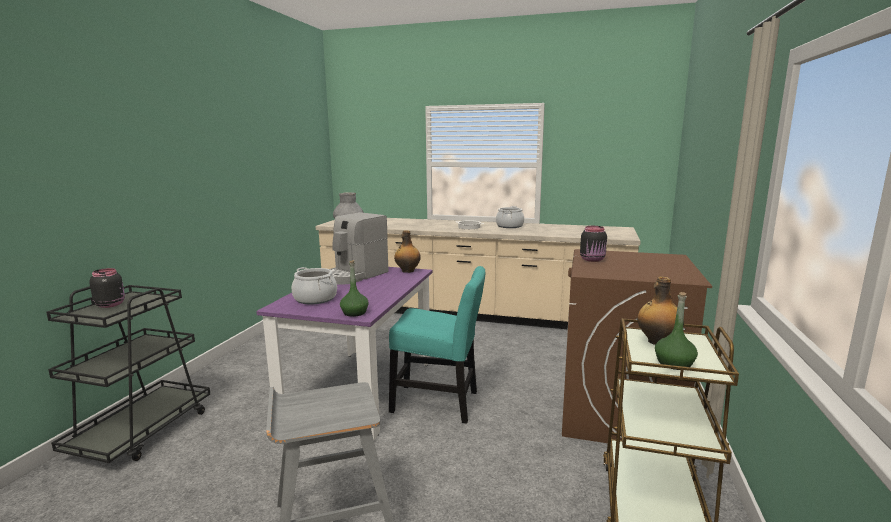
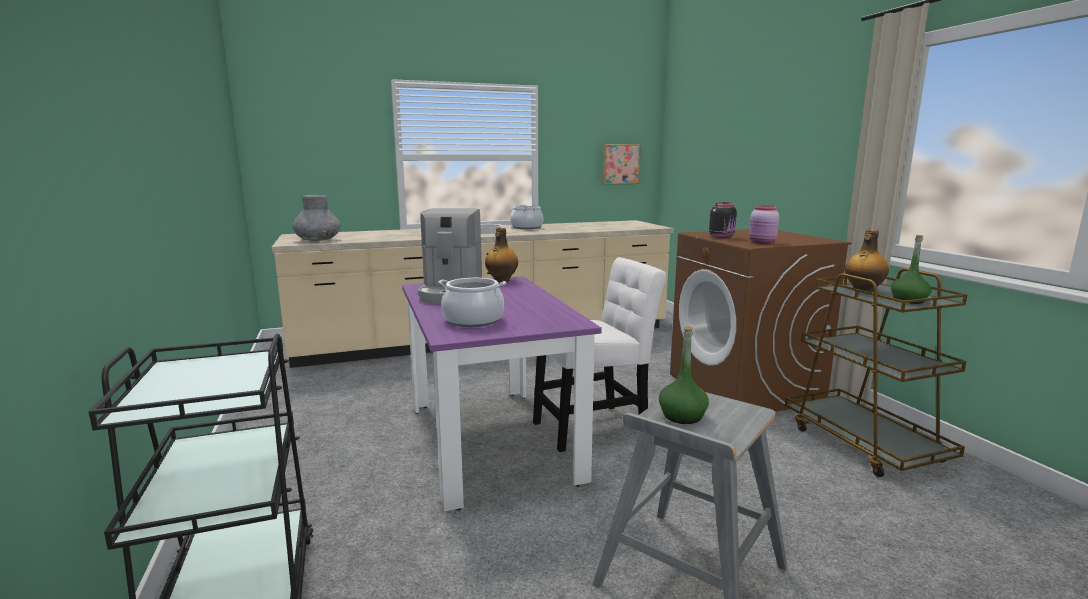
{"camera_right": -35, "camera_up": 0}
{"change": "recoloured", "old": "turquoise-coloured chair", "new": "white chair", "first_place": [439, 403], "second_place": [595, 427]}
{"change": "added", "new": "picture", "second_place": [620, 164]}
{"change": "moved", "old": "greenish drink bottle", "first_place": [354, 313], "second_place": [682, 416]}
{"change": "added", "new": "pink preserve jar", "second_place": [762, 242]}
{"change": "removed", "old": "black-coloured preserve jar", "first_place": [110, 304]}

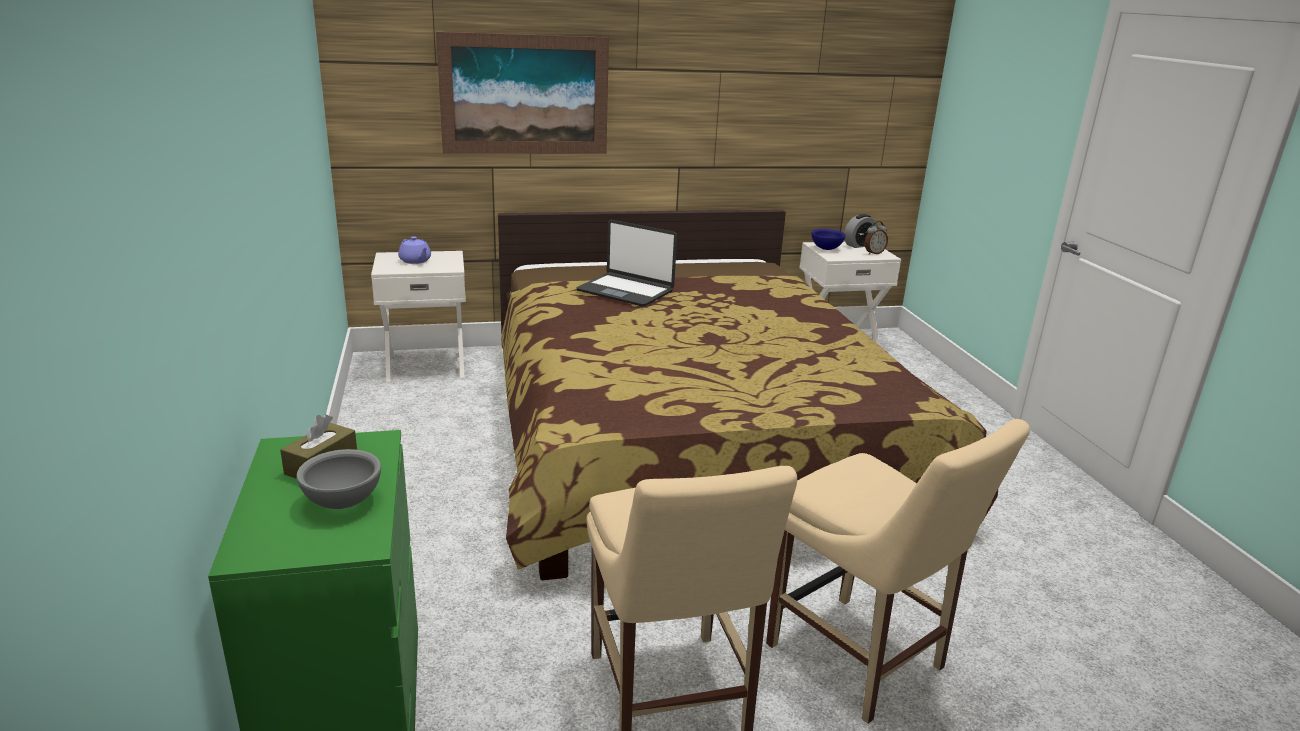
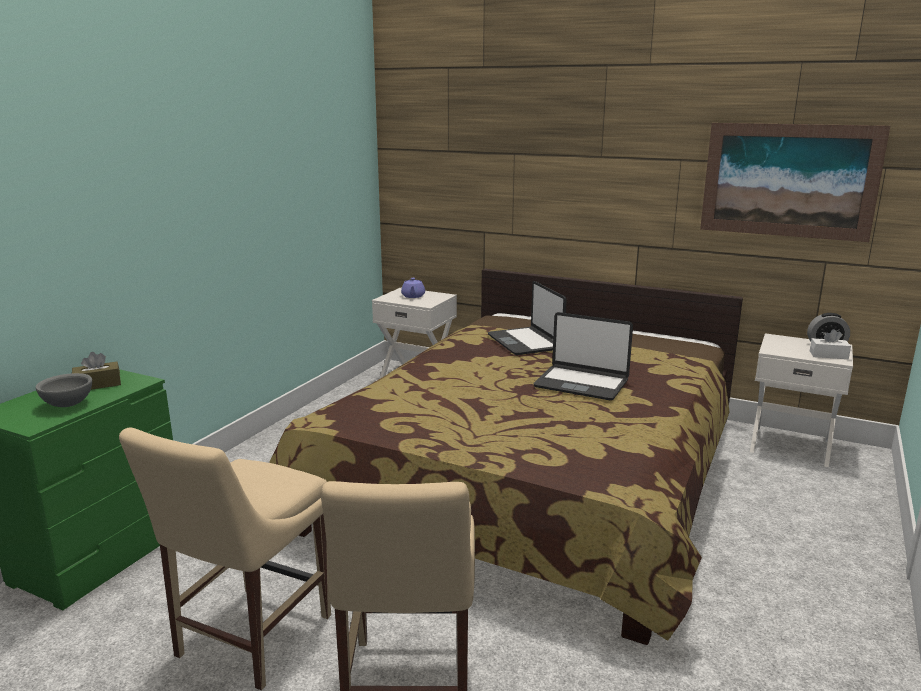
{"camera_right": 40, "camera_up": -5}
{"change": "added", "new": "notebook computer", "second_place": [581, 383]}
{"change": "moved", "old": "picture", "first_place": [525, 95], "second_place": [788, 180]}
{"change": "replaced", "old": "alarm clock", "new": "white tissue holder", "first_place": [873, 253], "second_place": [828, 355]}
{"change": "removed", "old": "blue-coloured serving bowl", "first_place": [827, 248]}

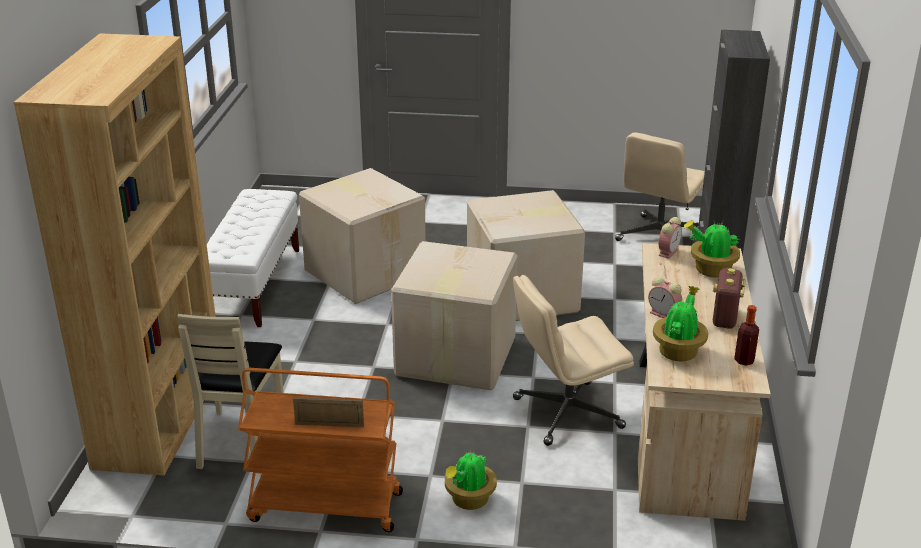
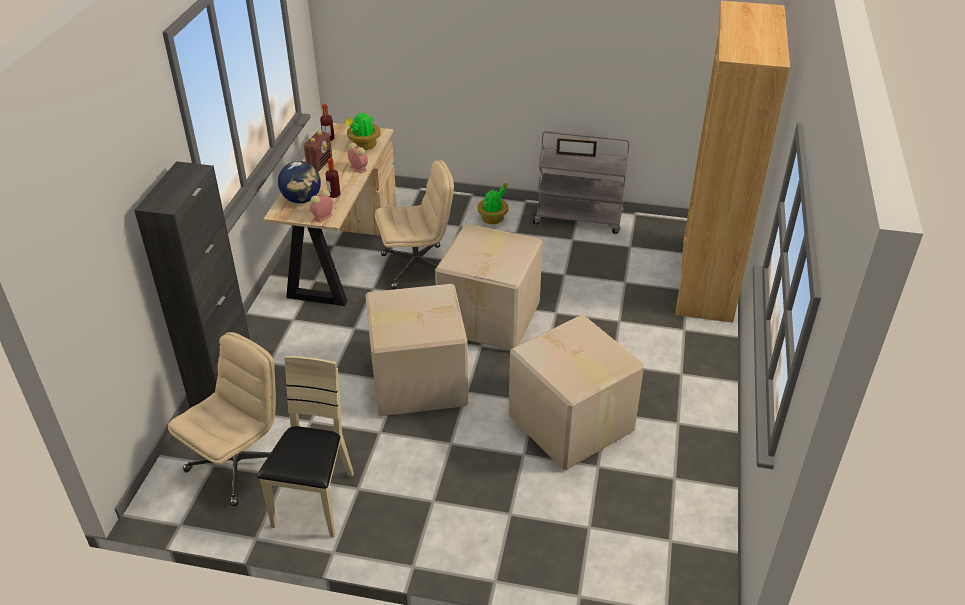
{"camera_right": -175, "camera_up": 10}
{"change": "moved", "old": "sand-coloured chair", "first_place": [240, 441], "second_place": [315, 501]}
{"change": "replaced", "old": "houseplant", "new": "desk globe", "first_place": [710, 270], "second_place": [302, 199]}
{"change": "added", "new": "drink bottle", "second_place": [334, 195]}
{"change": "recoloured", "old": "orange-coloured wheeled cart", "new": "greyish wheeled cart", "first_place": [324, 507], "second_place": [579, 219]}
{"change": "removed", "old": "white long seat", "first_place": [254, 285]}

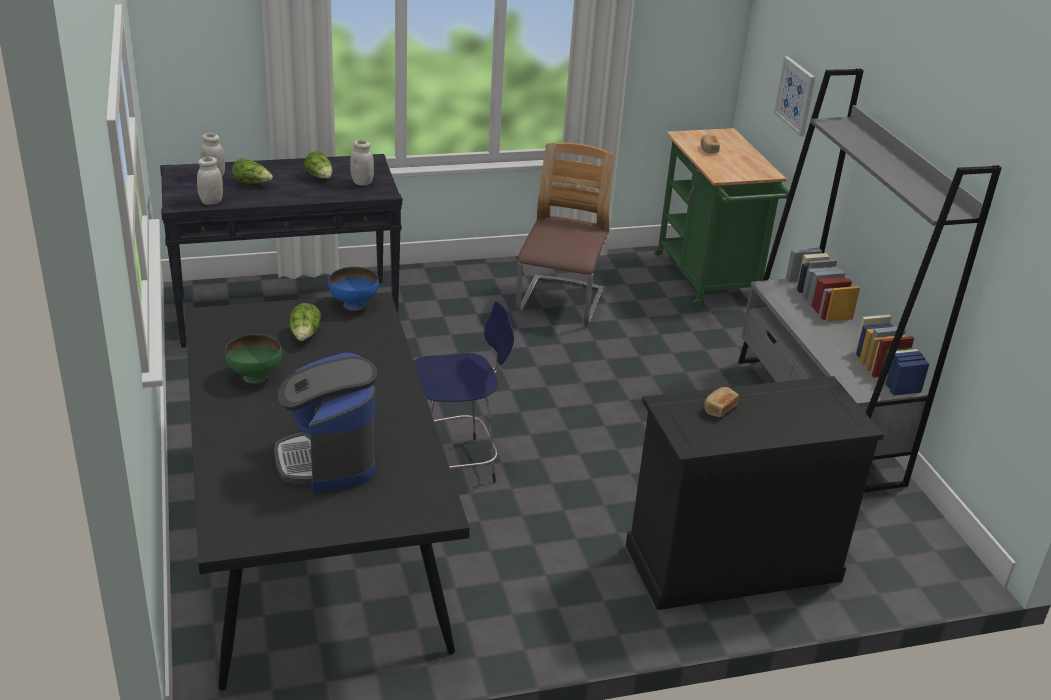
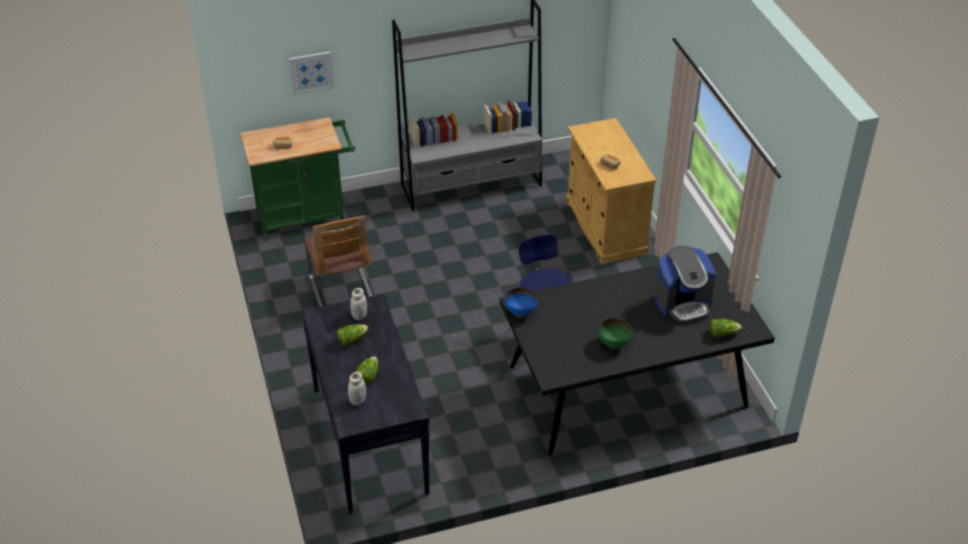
{"camera_right": -90, "camera_up": 10}
{"change": "turned", "old": "chair", "first_place": [560, 302], "second_place": [341, 290], "degrees": -120}
{"change": "recoloured", "old": "black-coloured cabinet", "new": "sand-coloured cabinet", "first_place": [732, 562], "second_place": [605, 227]}
{"change": "moved", "old": "lettuce", "first_place": [305, 335], "second_place": [722, 333]}
{"change": "removed", "old": "white preserve jar", "first_place": [211, 201]}

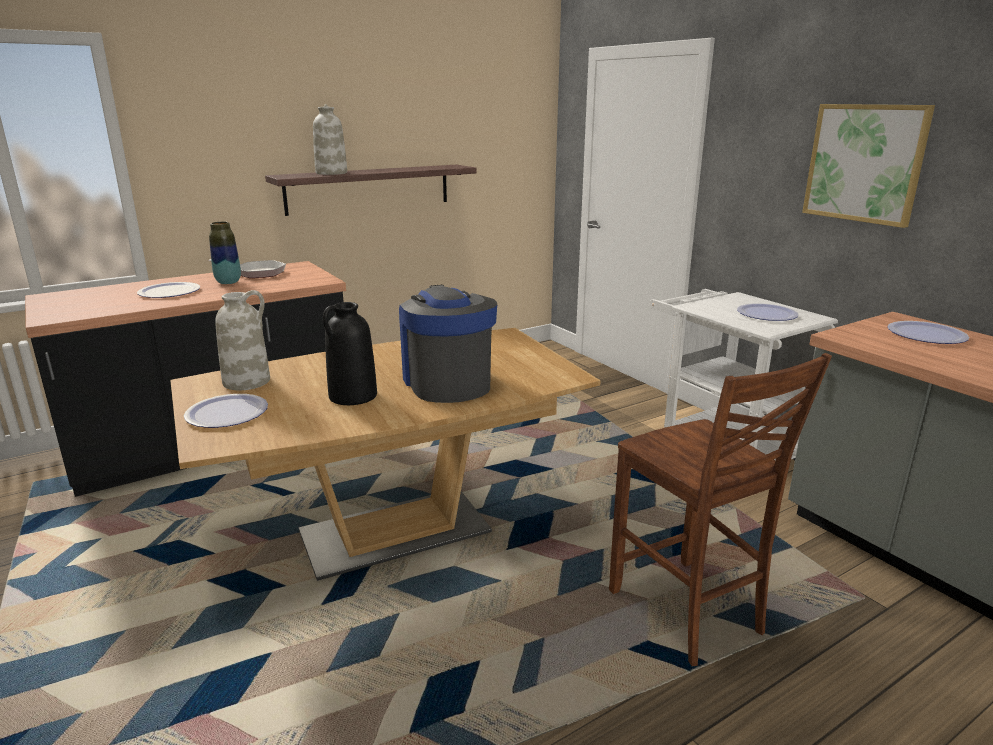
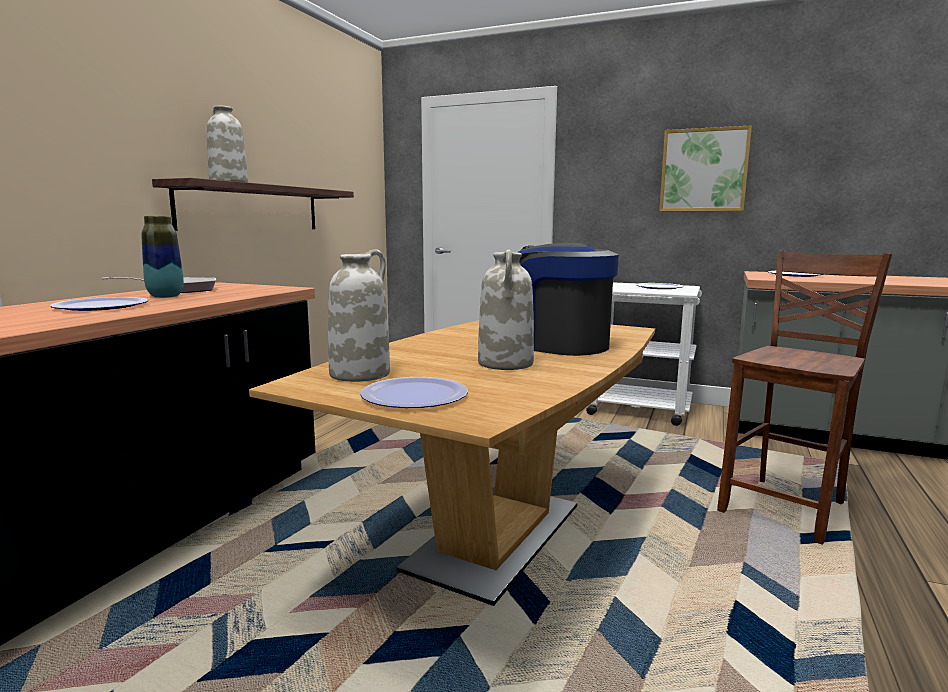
{"camera_right": -35, "camera_up": -10}
{"change": "recoloured", "old": "black-coloured flower vase", "new": "white flower vase", "first_place": [352, 396], "second_place": [506, 364]}
{"change": "turned", "old": "brown-coloured chair", "first_place": [687, 614], "second_place": [787, 508], "degrees": -75}

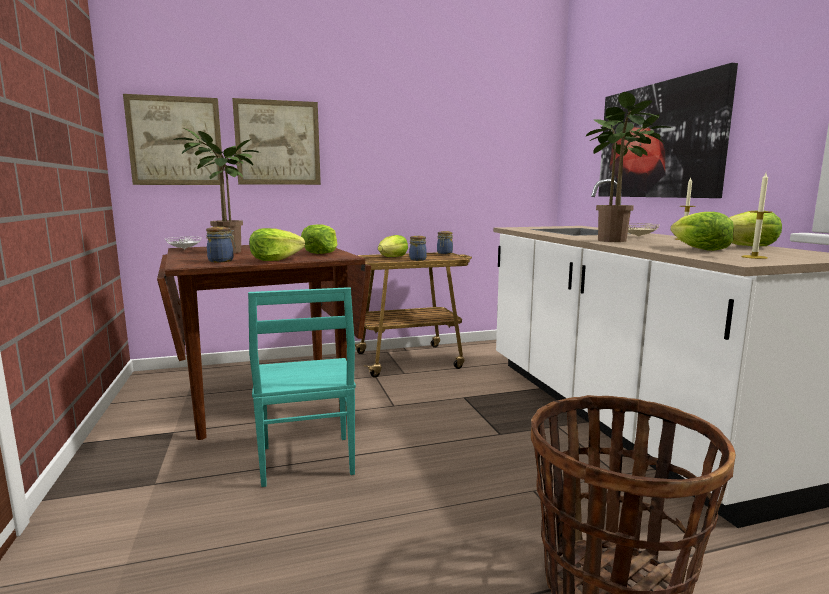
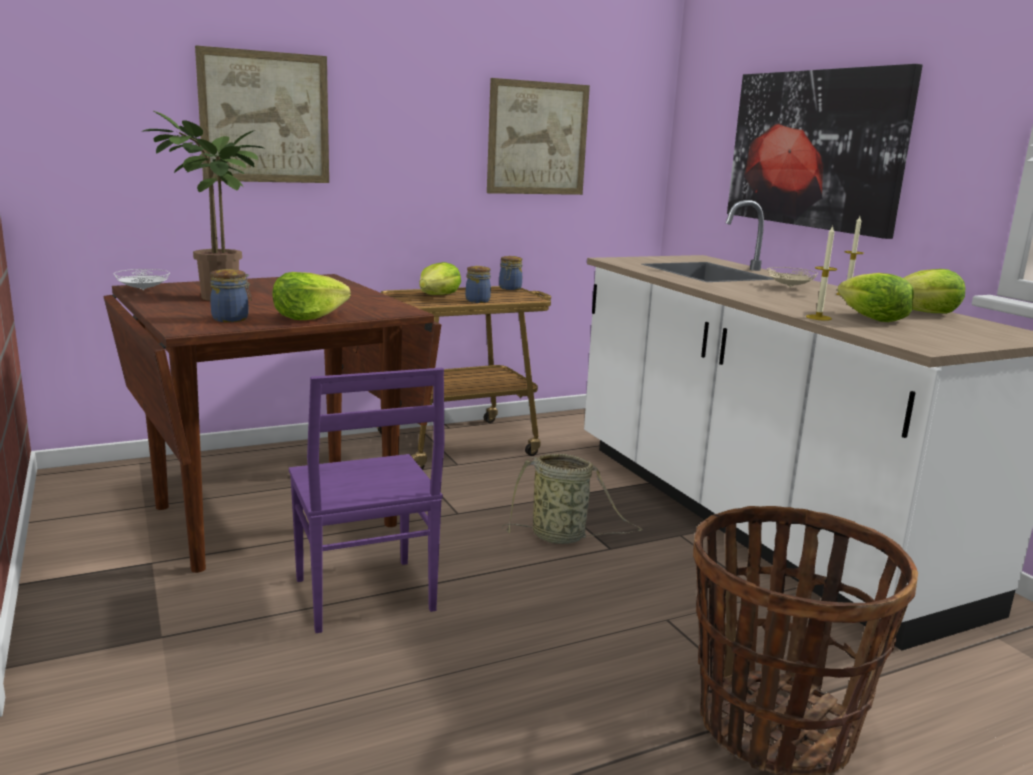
{"camera_right": -10, "camera_up": 5}
{"change": "recoloured", "old": "turquoise-coloured chair", "new": "purplish chair", "first_place": [305, 461], "second_place": [363, 596]}
{"change": "moved", "old": "picture", "first_place": [175, 141], "second_place": [537, 138]}
{"change": "added", "new": "household basket", "second_place": [562, 537]}
{"change": "moved", "old": "wax candle", "first_place": [754, 257], "second_place": [818, 317]}
{"change": "removed", "old": "lettuce", "first_place": [321, 252]}
{"change": "removed", "old": "houseplant", "first_place": [617, 241]}

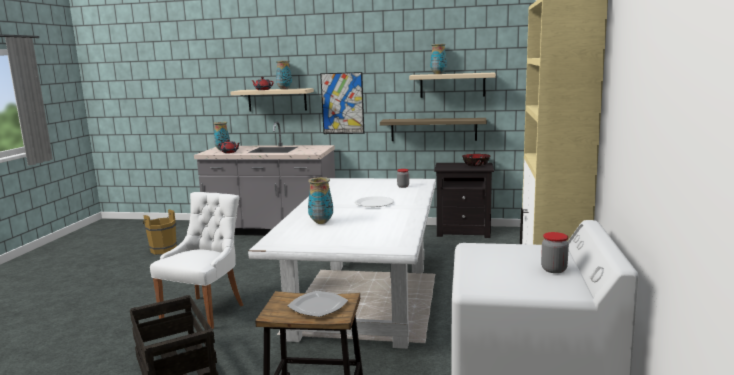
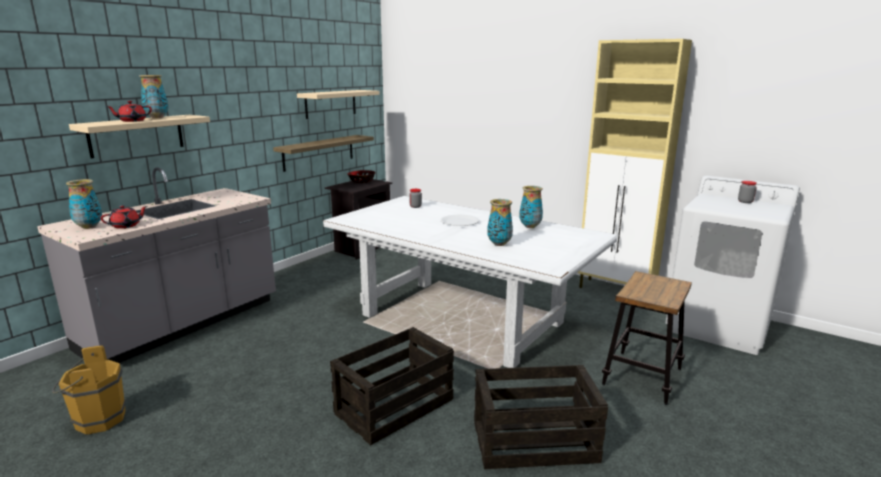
{"camera_right": -65, "camera_up": 5}
{"change": "replaced", "old": "white chair", "new": "shipping crate", "first_place": [205, 311], "second_place": [395, 406]}
{"change": "moved", "old": "flower vase", "first_place": [438, 74], "second_place": [529, 226]}
{"change": "removed", "old": "dinner plate", "first_place": [318, 306]}
{"change": "removed", "old": "picture", "first_place": [342, 103]}

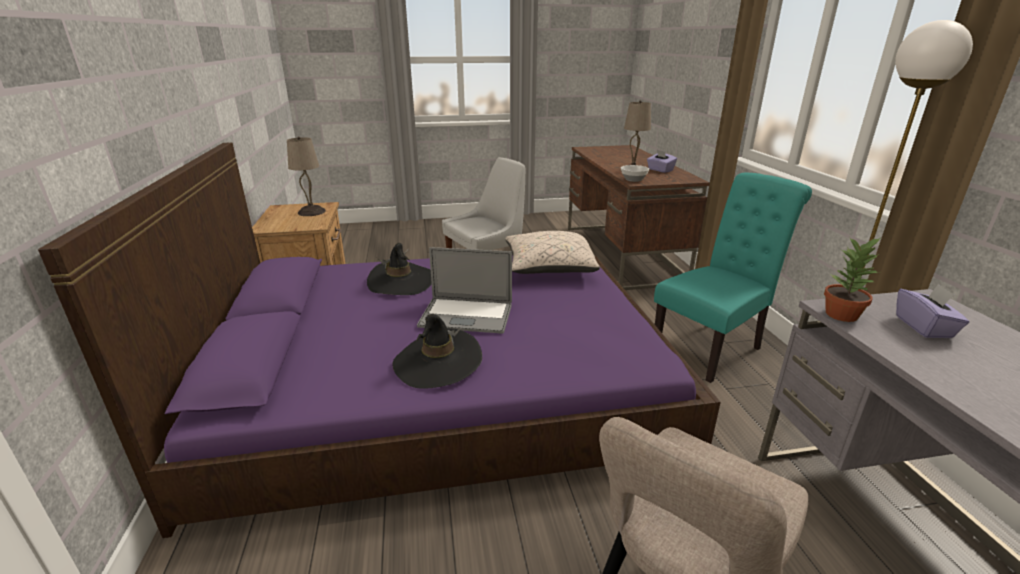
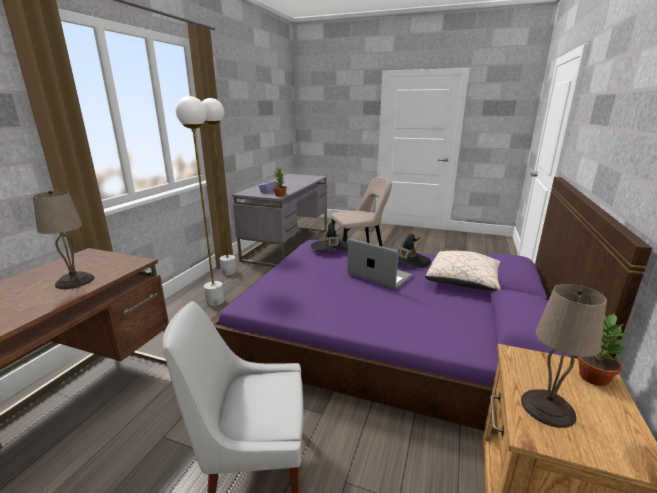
{"camera_right": -150, "camera_up": -5}
{"change": "replaced", "old": "turquoise-coloured chair", "new": "white standard lamp", "first_place": [712, 348], "second_place": [215, 301]}
{"change": "moved", "old": "black-coloured hat", "first_place": [401, 282], "second_place": [330, 248]}
{"change": "moved", "old": "sand-coloured cushion", "first_place": [549, 268], "second_place": [463, 282]}
{"change": "added", "new": "houseplant", "second_place": [593, 376]}
{"change": "removed", "old": "serving bowl", "first_place": [633, 179]}
{"change": "removed", "old": "purplish tissue holder", "first_place": [660, 170]}

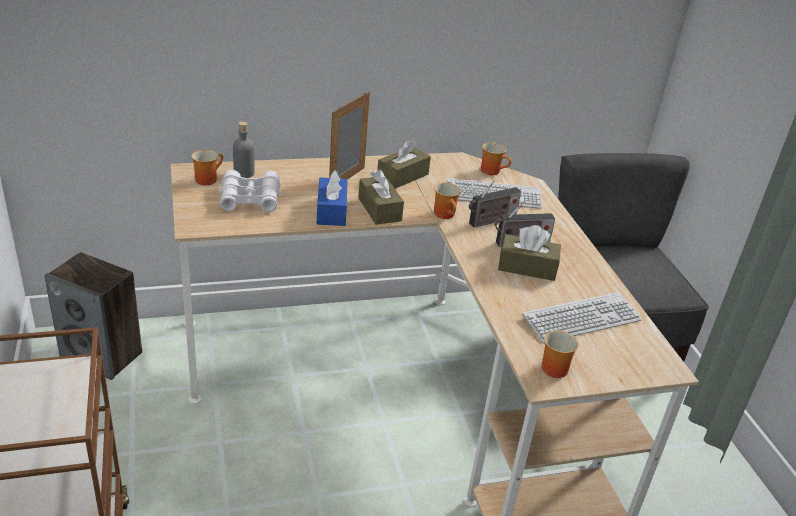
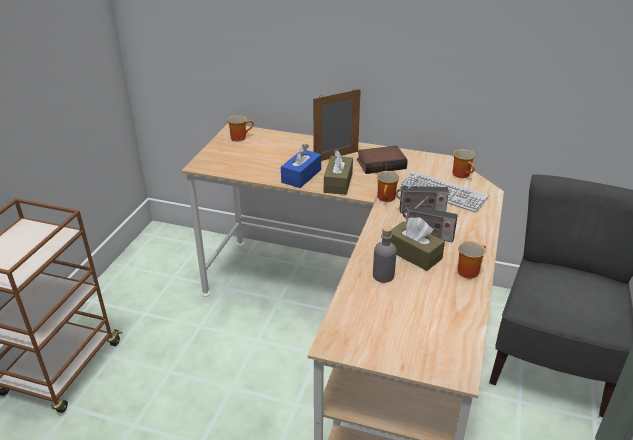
{"camera_right": 35, "camera_up": 0}
{"change": "replaced", "old": "brown-coloured tissue holder", "new": "book", "first_place": [402, 176], "second_place": [381, 163]}
{"change": "moved", "old": "greyish drink bottle", "first_place": [244, 173], "second_place": [383, 275]}
{"change": "moved", "old": "coffee mug", "first_place": [552, 366], "second_place": [468, 270]}
{"change": "removed", "old": "loudspeaker", "first_place": [102, 355]}
{"change": "removed", "old": "white binoculars", "first_place": [250, 199]}
{"change": "removed", "old": "keyboard", "first_place": [581, 319]}

